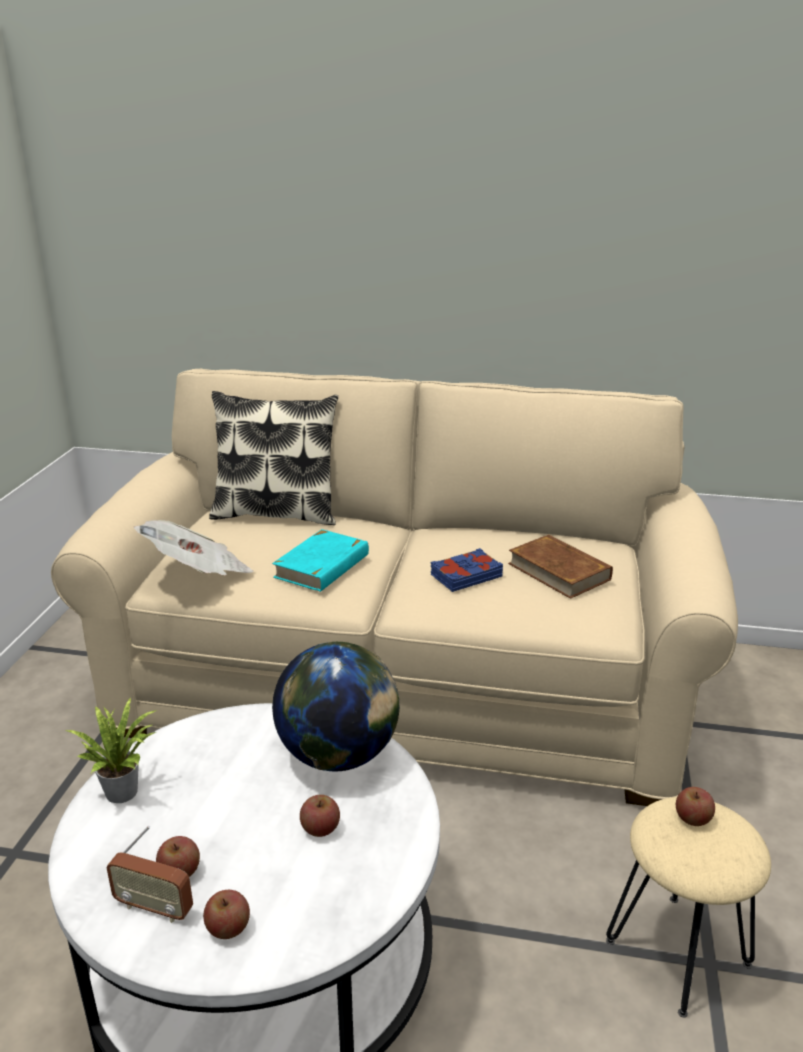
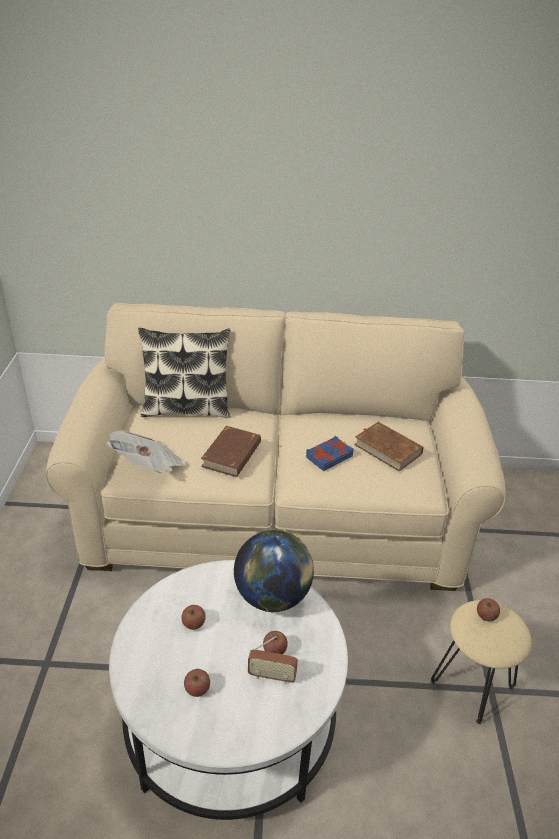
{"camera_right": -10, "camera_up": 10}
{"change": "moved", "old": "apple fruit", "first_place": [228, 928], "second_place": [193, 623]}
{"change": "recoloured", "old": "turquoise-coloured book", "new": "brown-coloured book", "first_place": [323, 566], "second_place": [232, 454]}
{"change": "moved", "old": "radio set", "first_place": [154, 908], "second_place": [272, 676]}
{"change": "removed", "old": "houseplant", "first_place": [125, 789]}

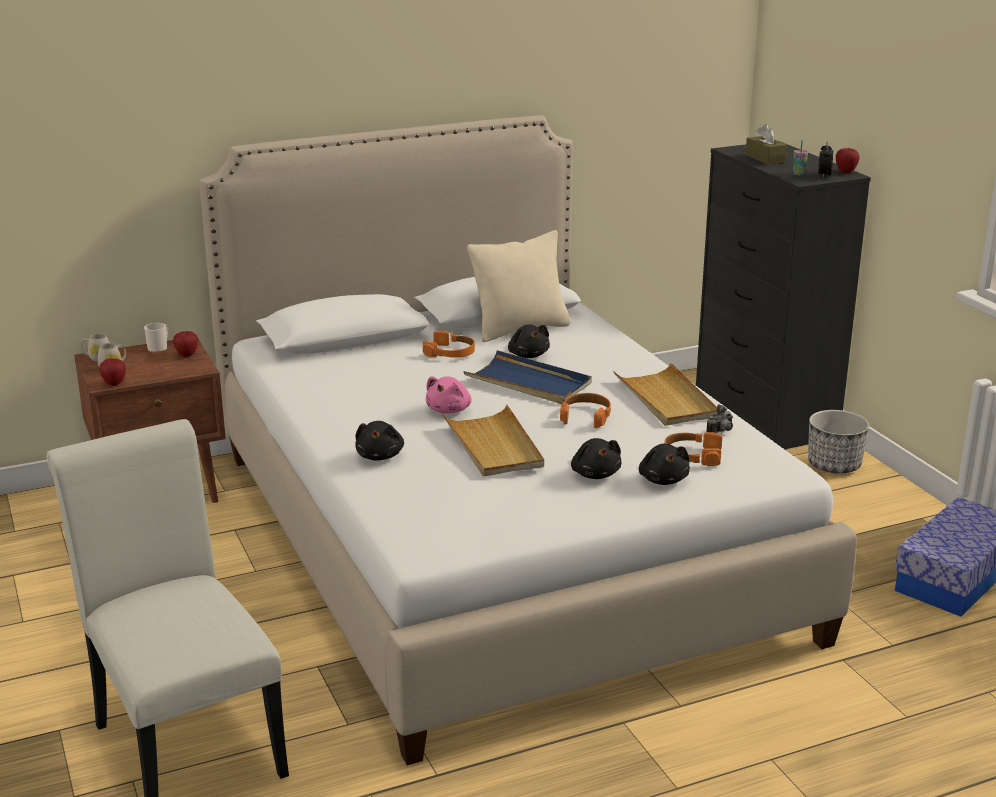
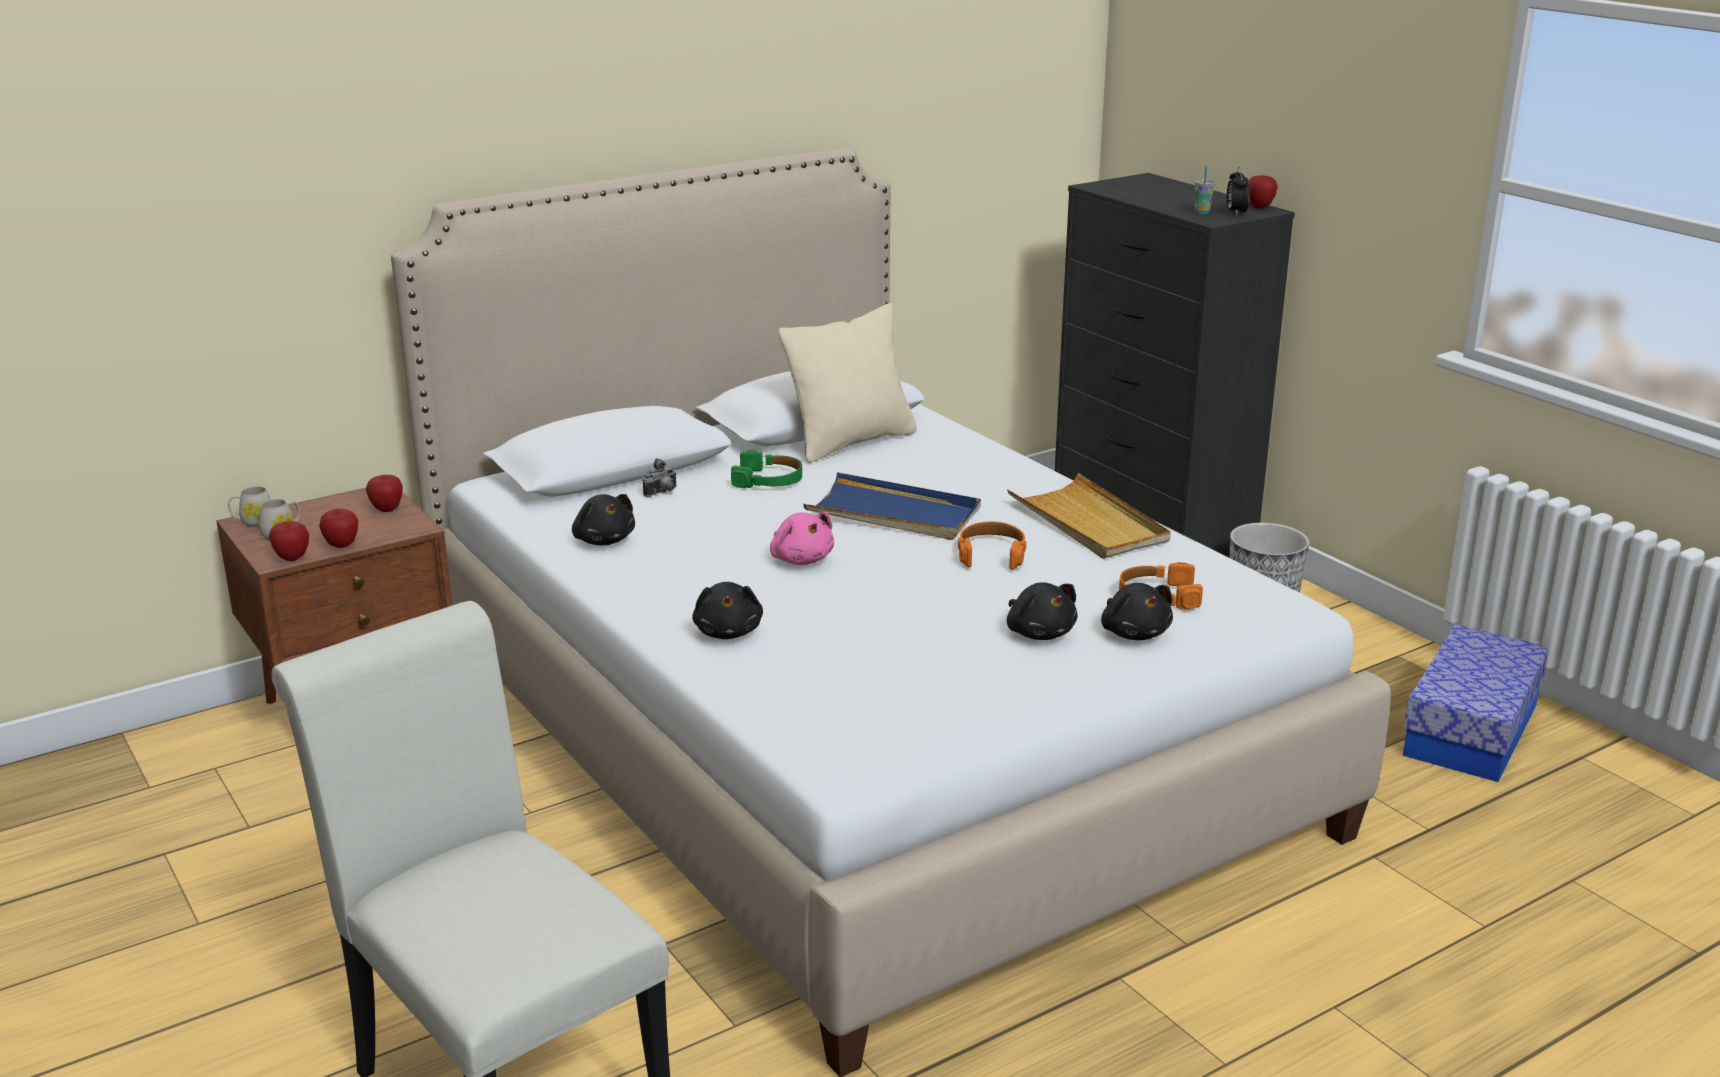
{"camera_right": -10, "camera_up": 0}
{"change": "added", "new": "apple fruit", "second_place": [342, 545]}
{"change": "moved", "old": "black-coloured plush toy", "first_place": [528, 355], "second_place": [604, 540]}
{"change": "moved", "old": "still camera", "first_place": [721, 432], "second_place": [662, 493]}
{"change": "recoloured", "old": "orange-coloured headset", "new": "greenish headset", "first_place": [450, 352], "second_place": [768, 480]}
{"change": "turned", "old": "pink plush toy", "first_place": [449, 410], "second_place": [801, 559], "degrees": -45}
{"change": "removed", "old": "coffee mug", "first_place": [159, 348]}
{"change": "removed", "old": "sand-coloured tray", "first_place": [493, 446]}
{"change": "removed", "old": "brown-coloured tissue holder", "first_place": [765, 158]}

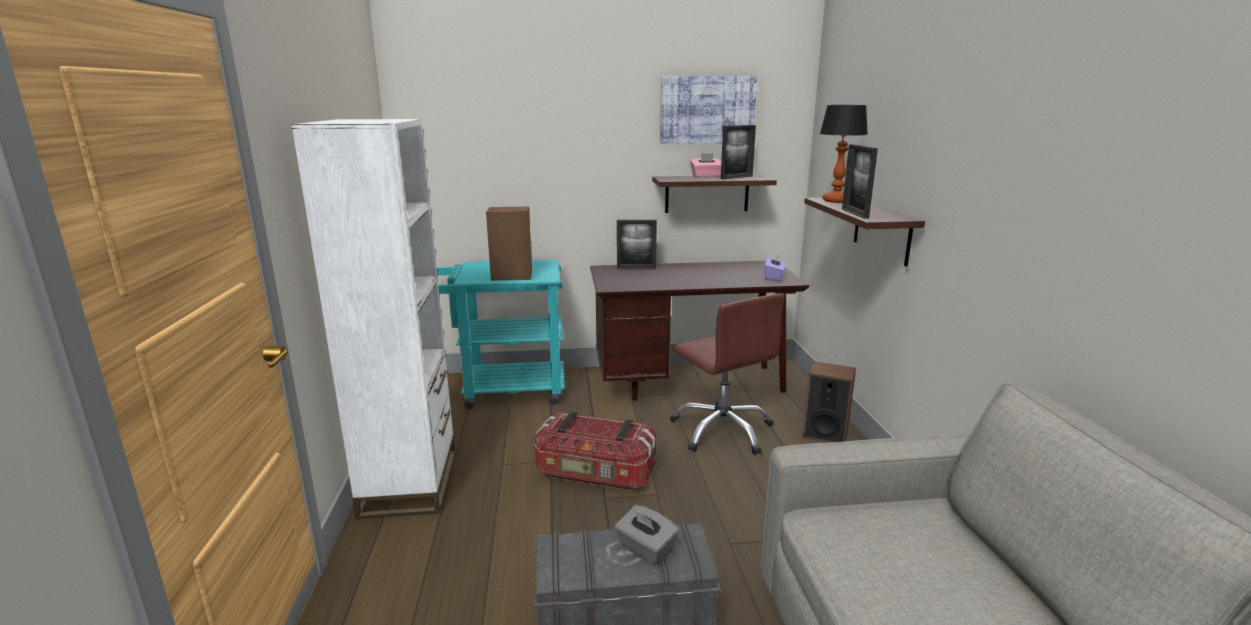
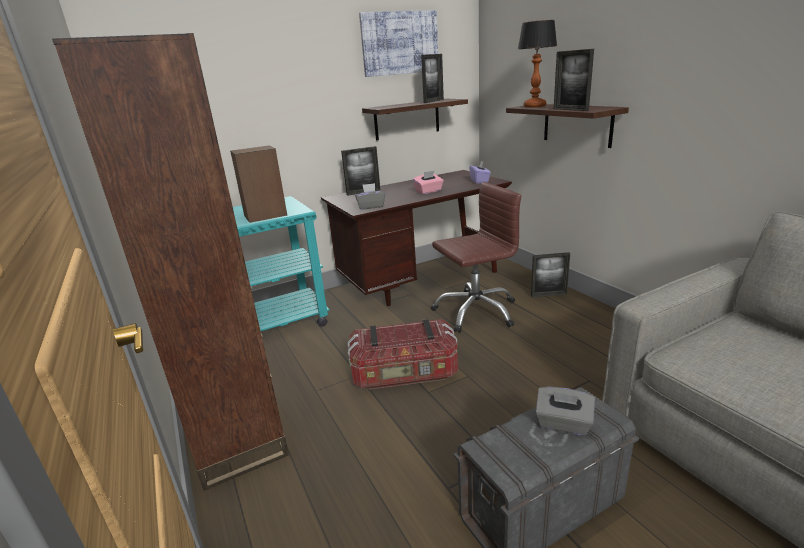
{"camera_right": -20, "camera_up": 5}
{"change": "recoloured", "old": "white shelving unit", "new": "brown-coloured shelving unit", "first_place": [410, 482], "second_place": [237, 435]}
{"change": "added", "new": "greyish tissue holder", "second_place": [371, 206]}
{"change": "moved", "old": "pink tissue holder", "first_place": [706, 176], "second_place": [428, 191]}
{"change": "turned", "old": "brown-coloured computer chair", "first_place": [722, 430], "second_place": [475, 311], "degrees": -60}
{"change": "replaced", "old": "loudspeaker", "new": "photo frame", "first_place": [825, 434], "second_place": [548, 295]}

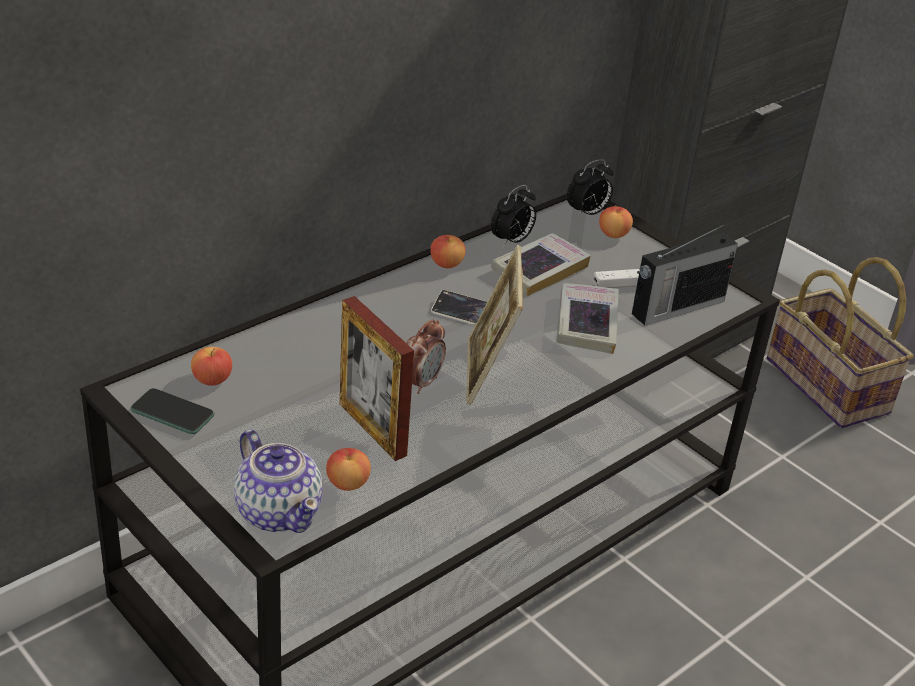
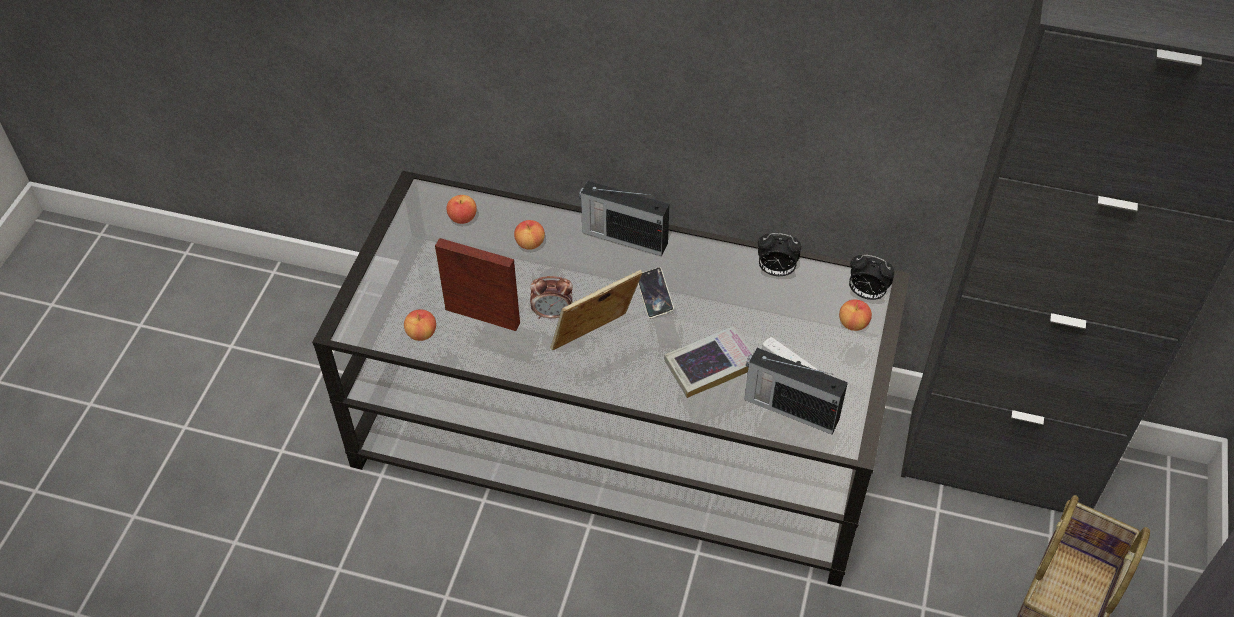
{"camera_right": 60, "camera_up": 15}
{"change": "turned", "old": "photo frame", "first_place": [372, 429], "second_place": [482, 316], "degrees": 90}
{"change": "moved", "old": "apple fruit", "first_place": [446, 264], "second_place": [530, 243]}
{"change": "added", "new": "radio set", "second_place": [623, 237]}
{"change": "removed", "old": "telephone", "first_place": [172, 413]}
{"change": "removed", "old": "tea pot", "first_place": [279, 511]}
{"change": "removed", "old": "book", "first_place": [539, 270]}

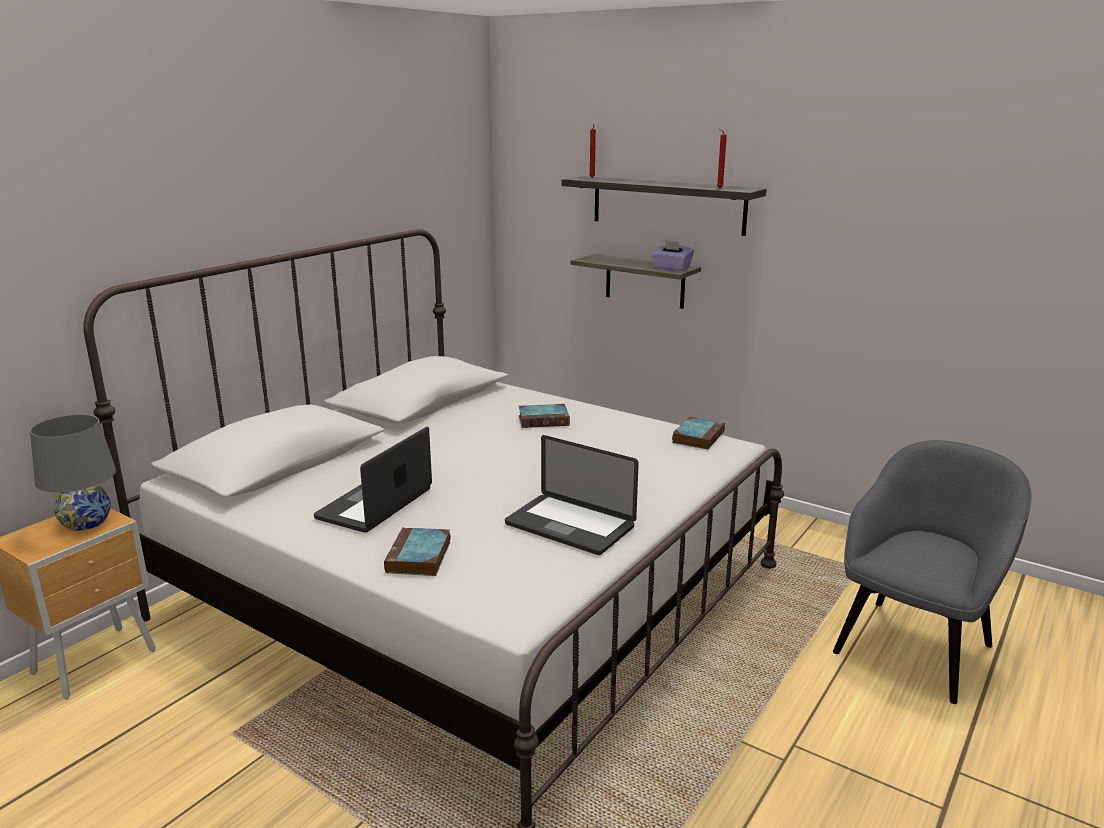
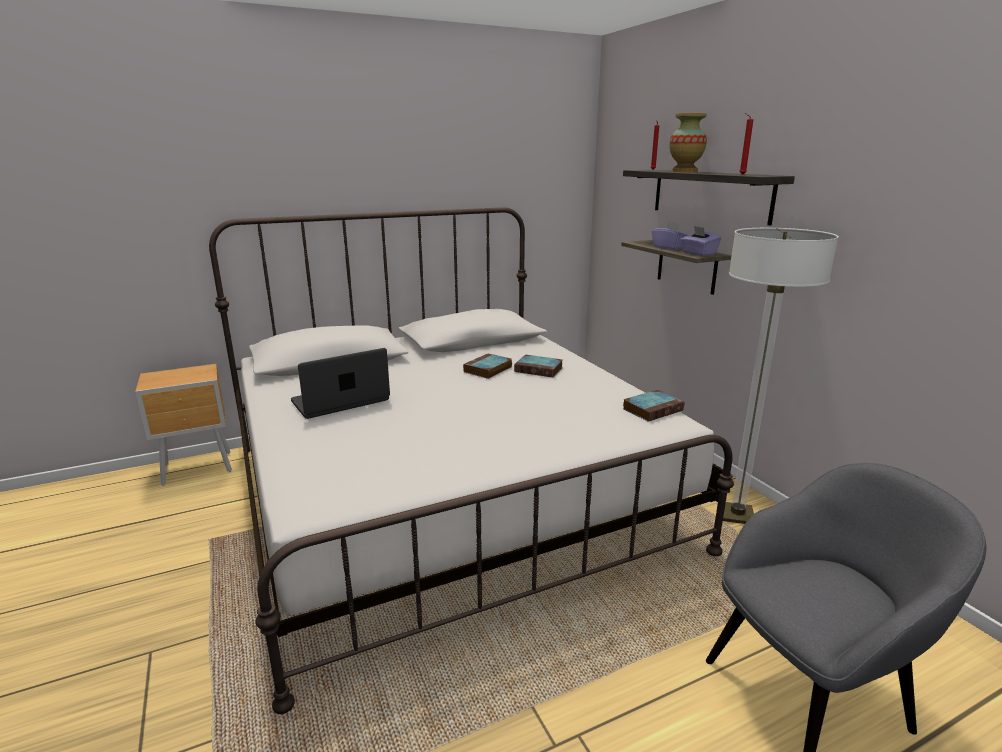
{"camera_right": 30, "camera_up": 0}
{"change": "moved", "old": "book", "first_place": [419, 558], "second_place": [487, 369]}
{"change": "added", "new": "purplish tissue holder", "second_place": [669, 247]}
{"change": "added", "new": "flower vase", "second_place": [685, 171]}
{"change": "added", "new": "standard lamp", "second_place": [737, 515]}
{"change": "removed", "old": "greyish tabletop lamp", "first_place": [85, 522]}
{"change": "removed", "old": "notebook computer", "first_place": [569, 526]}

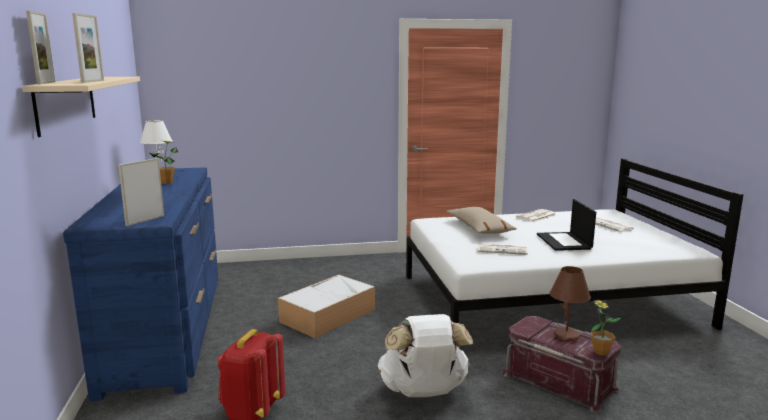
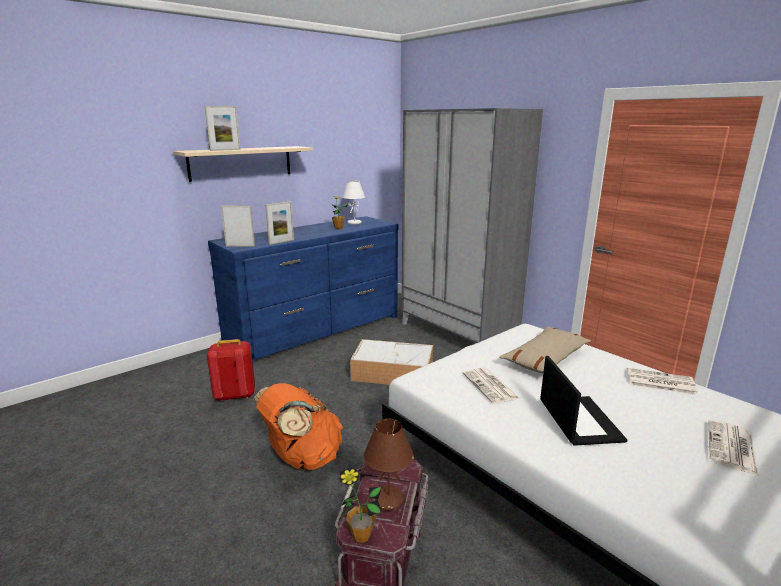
{"camera_right": 60, "camera_up": 5}
{"change": "recoloured", "old": "white backpack", "new": "orange-coloured backpack", "first_place": [423, 392], "second_place": [302, 458]}
{"change": "moved", "old": "photo frame", "first_place": [46, 83], "second_place": [281, 242]}
{"change": "added", "new": "greyish armoire", "second_place": [458, 332]}
{"change": "turned", "old": "notebook computer", "first_place": [564, 242], "second_place": [578, 420], "degrees": 120}

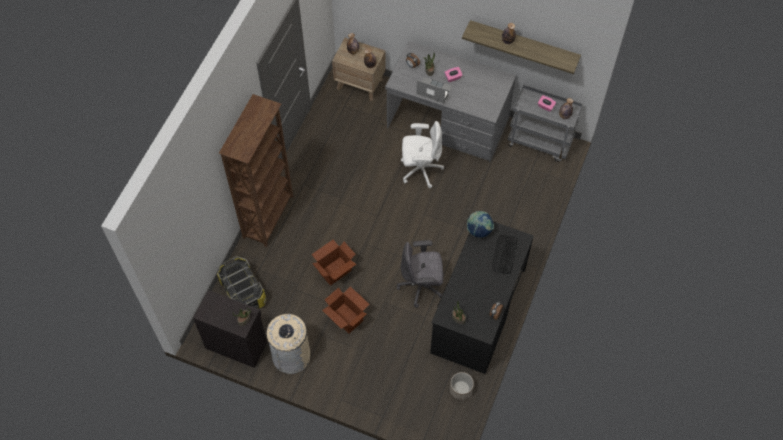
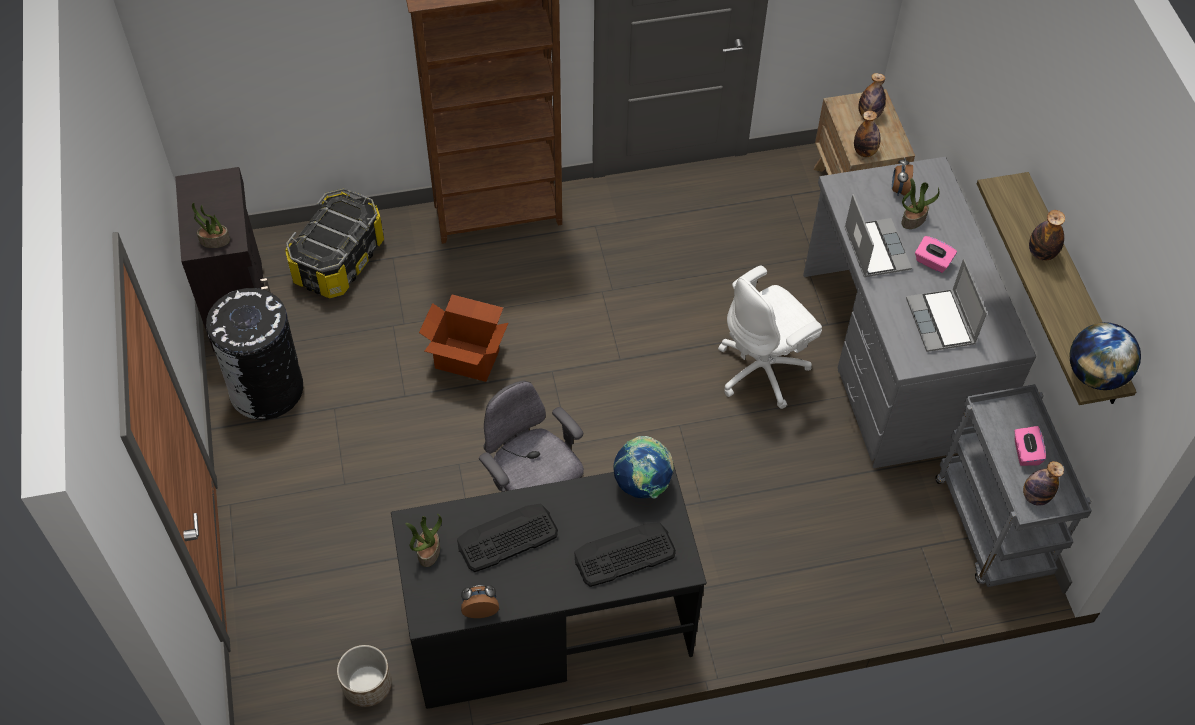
{"camera_right": 55, "camera_up": -5}
{"change": "recoloured", "old": "sand-coloured waste bin", "new": "black-coloured waste bin", "first_place": [291, 356], "second_place": [267, 389]}
{"change": "added", "new": "keyboard", "second_place": [507, 538]}
{"change": "turned", "old": "white computer chair", "first_place": [420, 170], "second_place": [763, 370], "degrees": 90}
{"change": "added", "new": "notebook computer", "second_place": [941, 322]}
{"change": "added", "new": "desk globe", "second_place": [1095, 374]}
{"change": "removed", "old": "carton", "first_place": [346, 318]}

